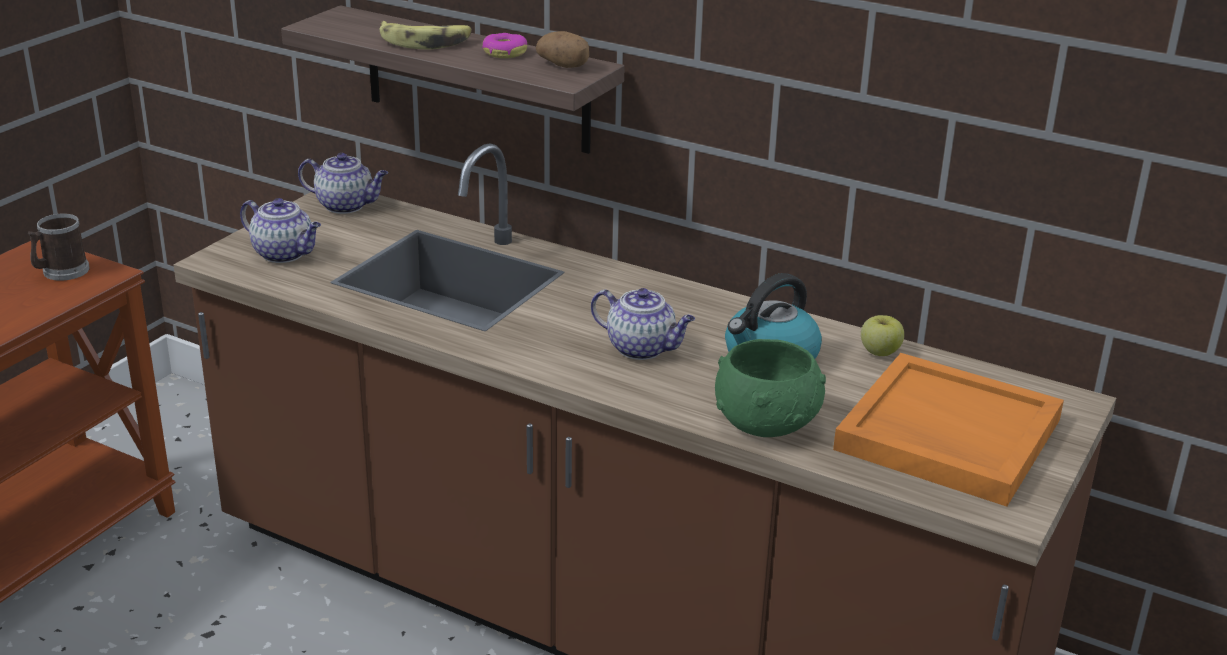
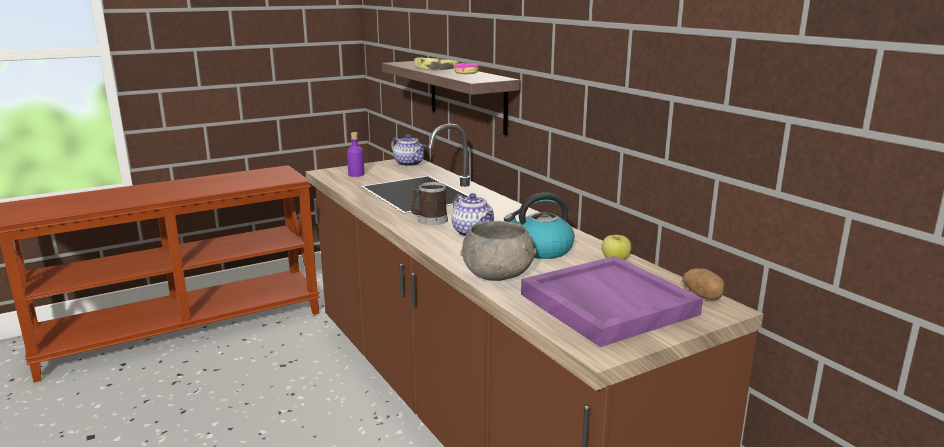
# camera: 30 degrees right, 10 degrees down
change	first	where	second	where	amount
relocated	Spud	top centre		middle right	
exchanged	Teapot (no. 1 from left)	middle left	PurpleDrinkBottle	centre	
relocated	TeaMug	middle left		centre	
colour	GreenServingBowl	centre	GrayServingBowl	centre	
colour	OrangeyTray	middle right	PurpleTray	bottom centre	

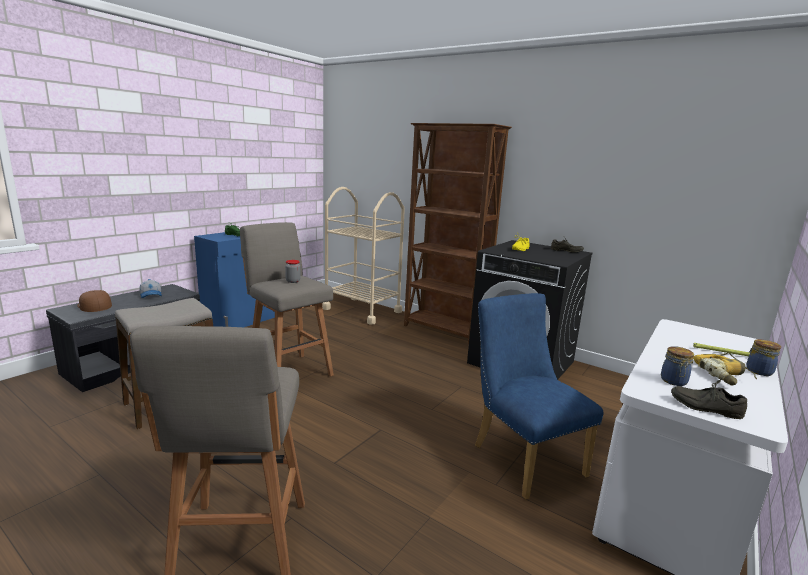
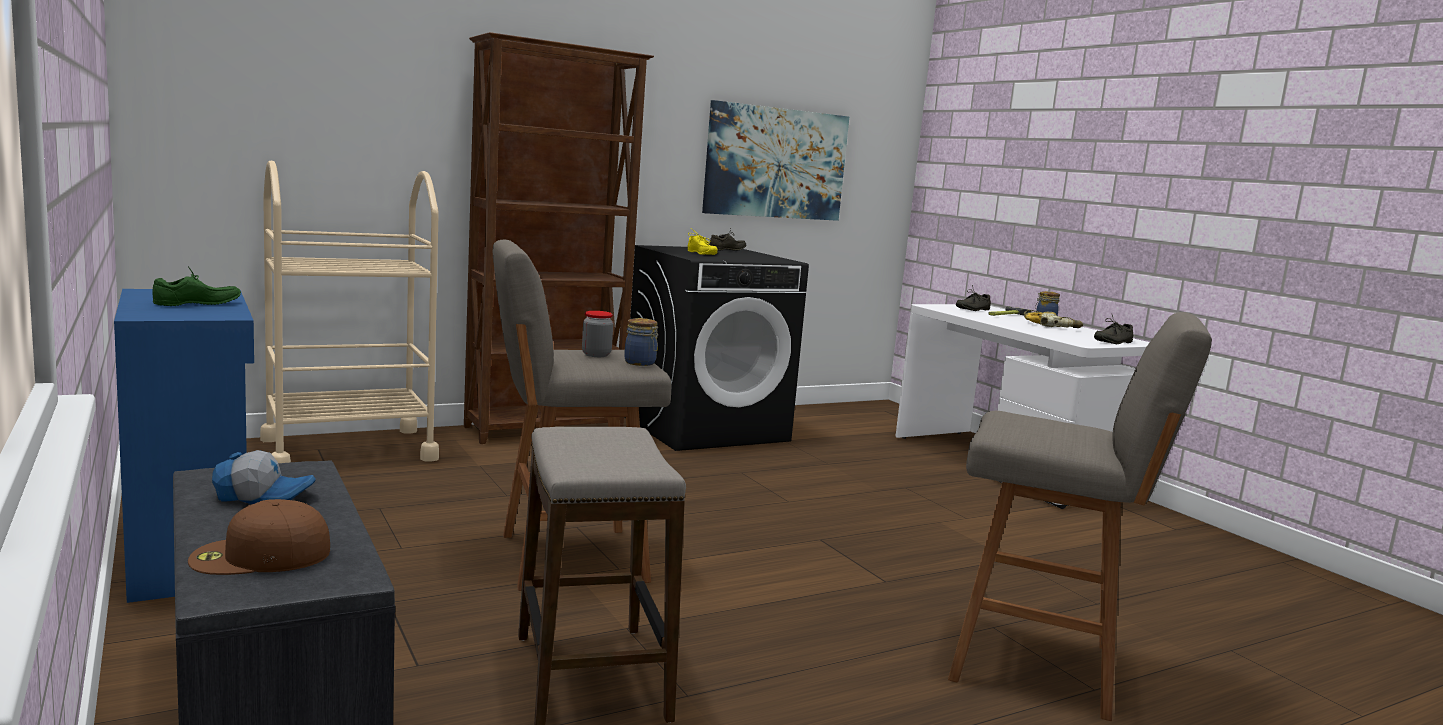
# camera: 65 degrees left, 5 degrees down
change	first	where	second	where	amount
missing	BluishChair	bottom right			
relocated	StorageJar (no. 2 from left)	middle right		centre	
appeared			Picture	top centre	
appeared			GrayLowShoe (no. 2 from left)	middle right	

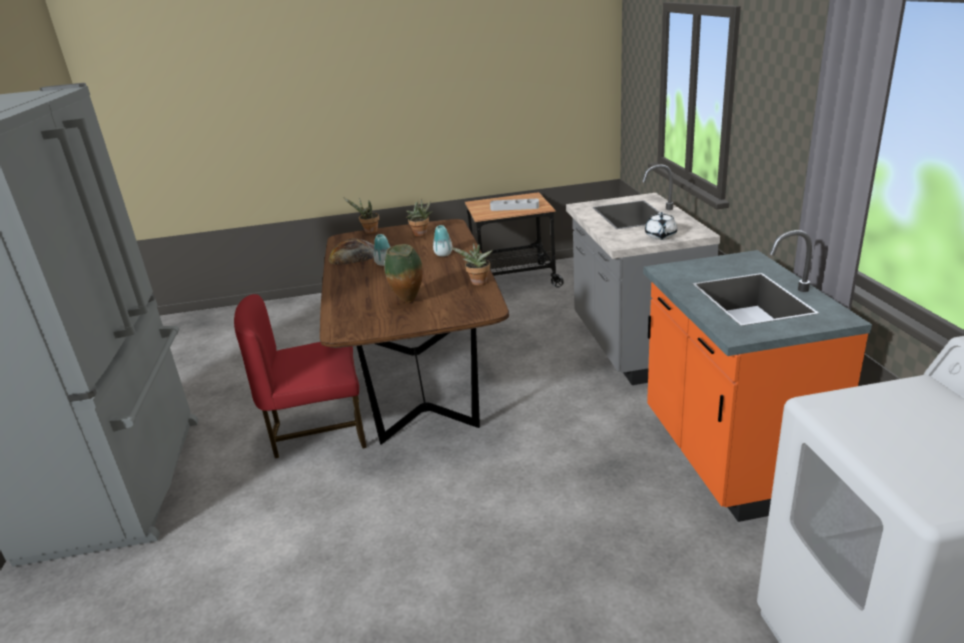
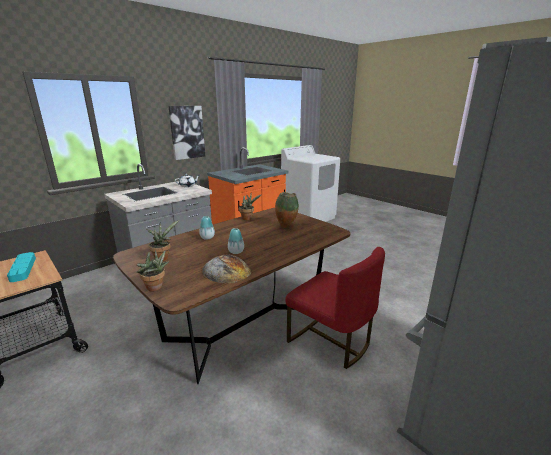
# camera: 125 degrees left, 5 degrees down
change	first	where	second	where	amount
colour	GrayTray	top centre	TurquoiseTray	middle left	
appeared			Picture	top centre	

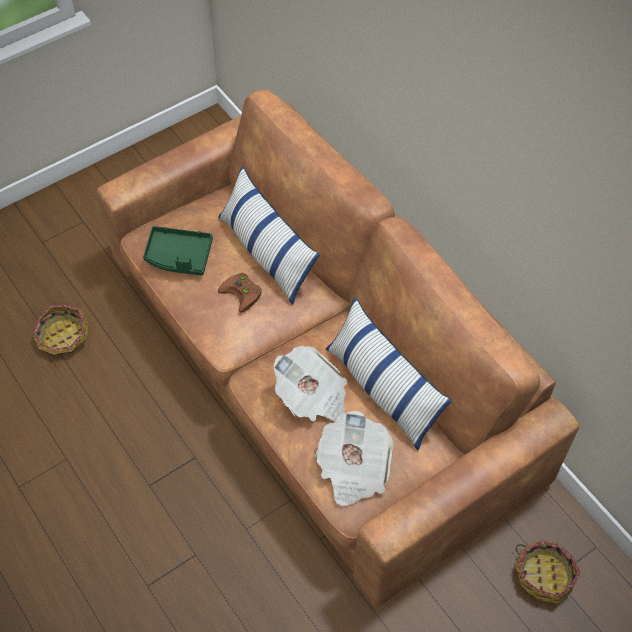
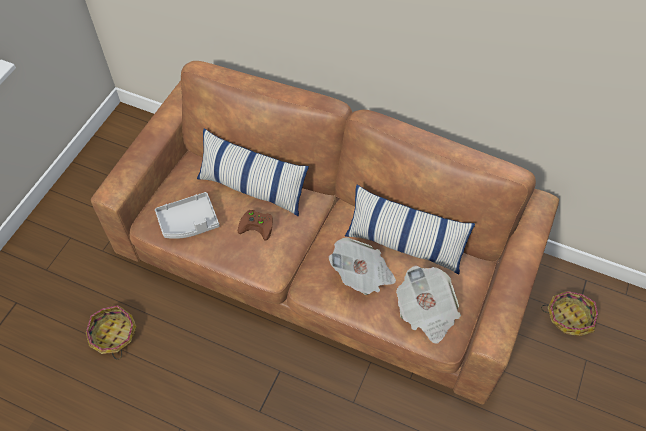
# camera: 30 degrees left, 0 degrees up
change	first	where	second	where	amount
colour	GreenTray	middle left	GrayTray	middle left	

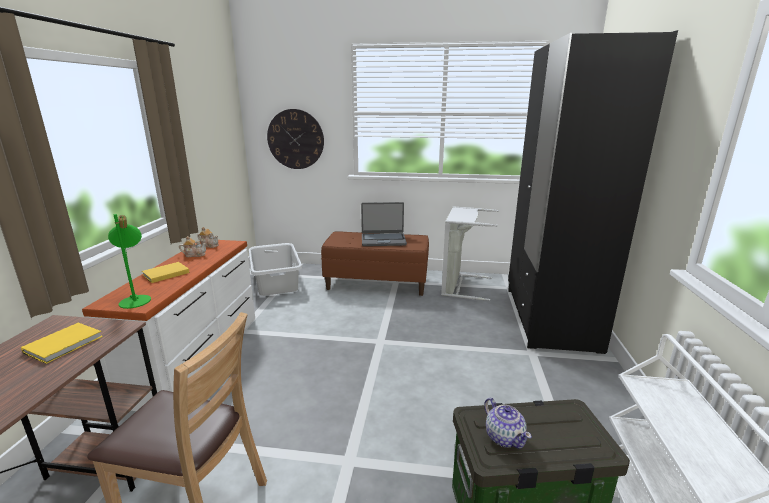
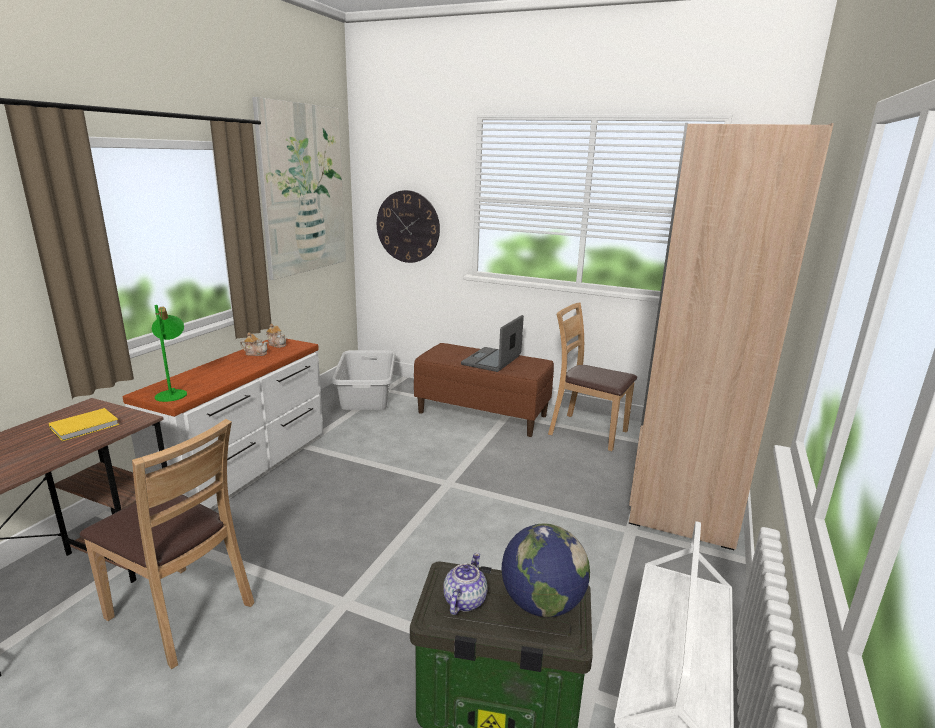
# camera: 15 degrees right, 0 degrees up
change	first	where	second	where	amount
colour	BlackColouredWardrobe	middle right	BeigeWardrobe	middle right	
spun	PortableComputer	centre		centre	105 degrees clockwise
exchanged	GrayWashingBasket (no. 2 from left)	centre	BrownColouredChair (no. 2 from left)	centre	
missing	YellowishBoundBook (no. 2 from left)	middle left			
spun	Teapot (no. 3 from left)	bottom centre		bottom centre	150 degrees counterclockwise
appeared			Picture	top left	
appeared			DeskGlobe	bottom centre	

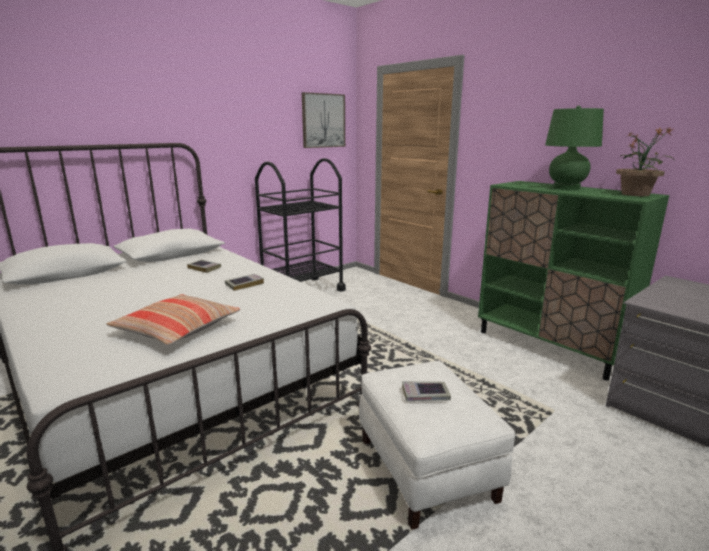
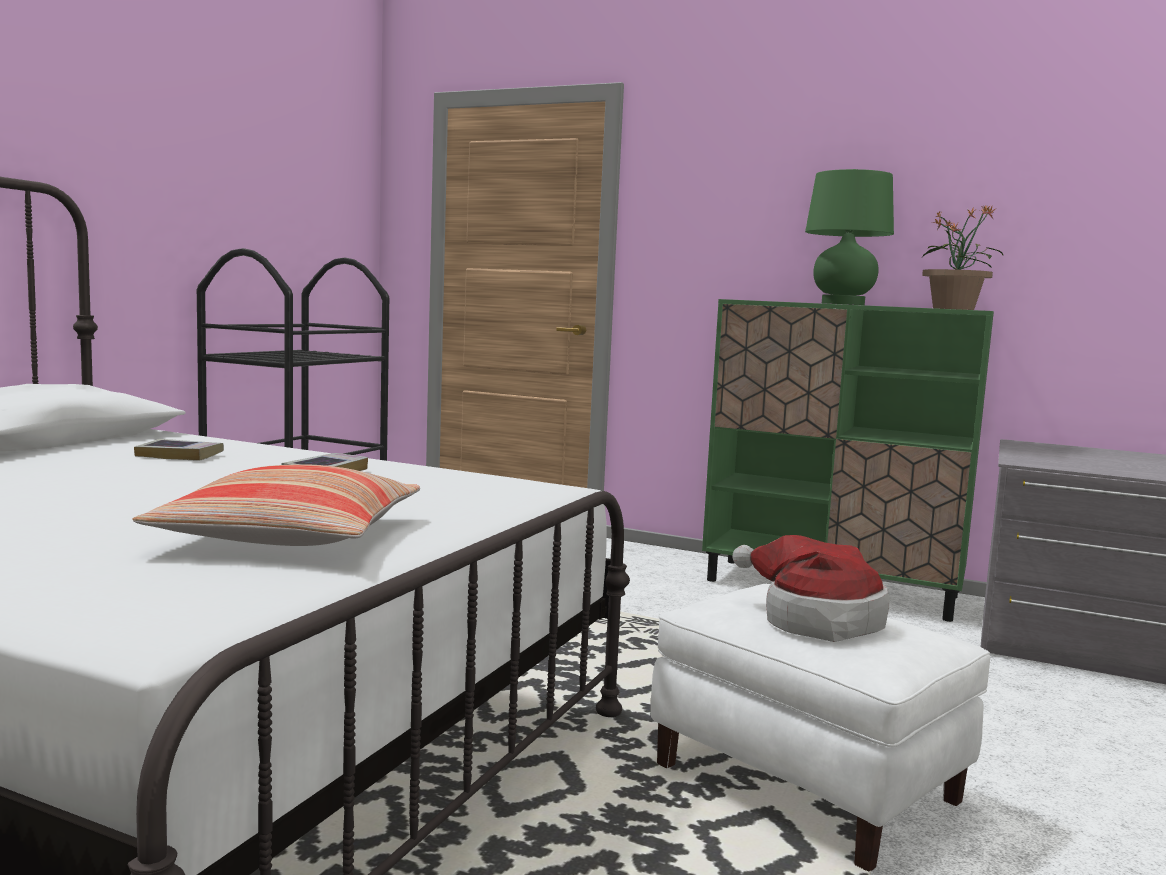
# camera: 25 degrees left, 10 degrees down
change	first	where	second	where	amount
missing	Picture	top centre			
exchanged	BoundBook (no. 3 from left)	bottom centre	Hat	bottom right	

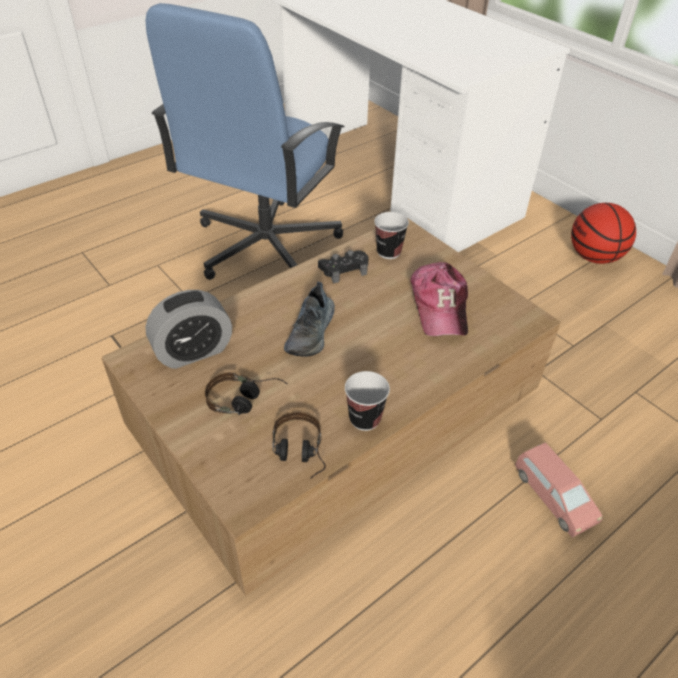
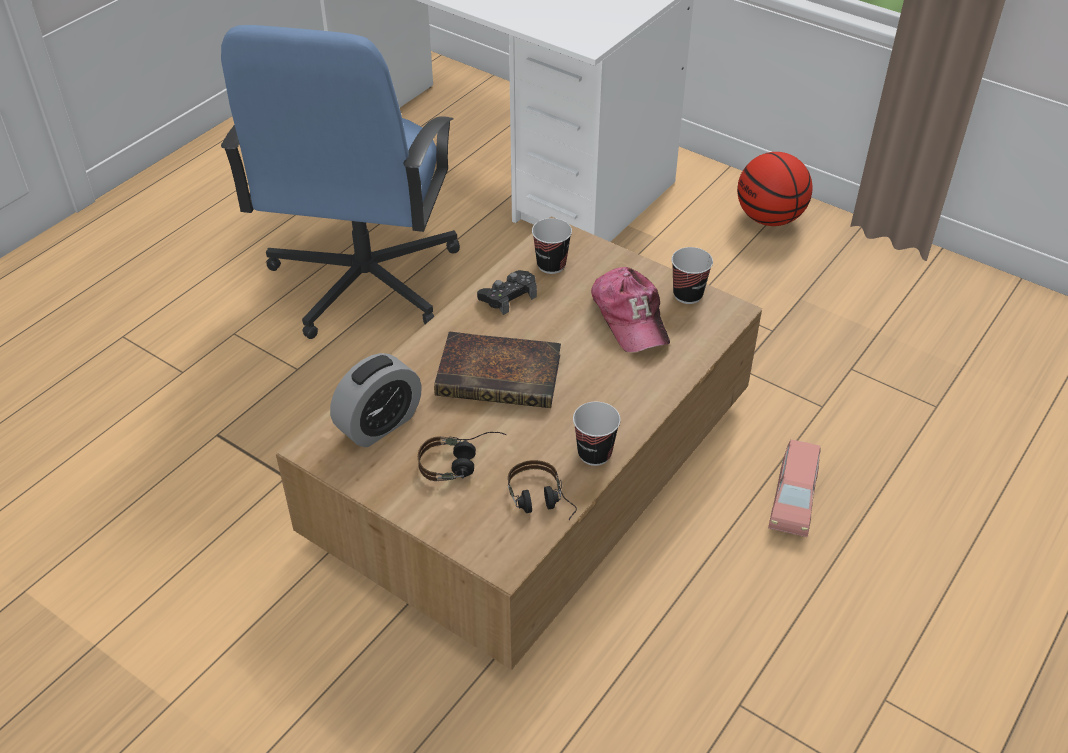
# camera: 15 degrees left, 0 degrees up
change	first	where	second	where	amount
exchanged	LowShoe	centre	BoundBook	centre	
spun	PinkishMiniatureCar	bottom right		middle right	60 degrees clockwise
appeared			SmallCup (no. 3 from left)	centre	

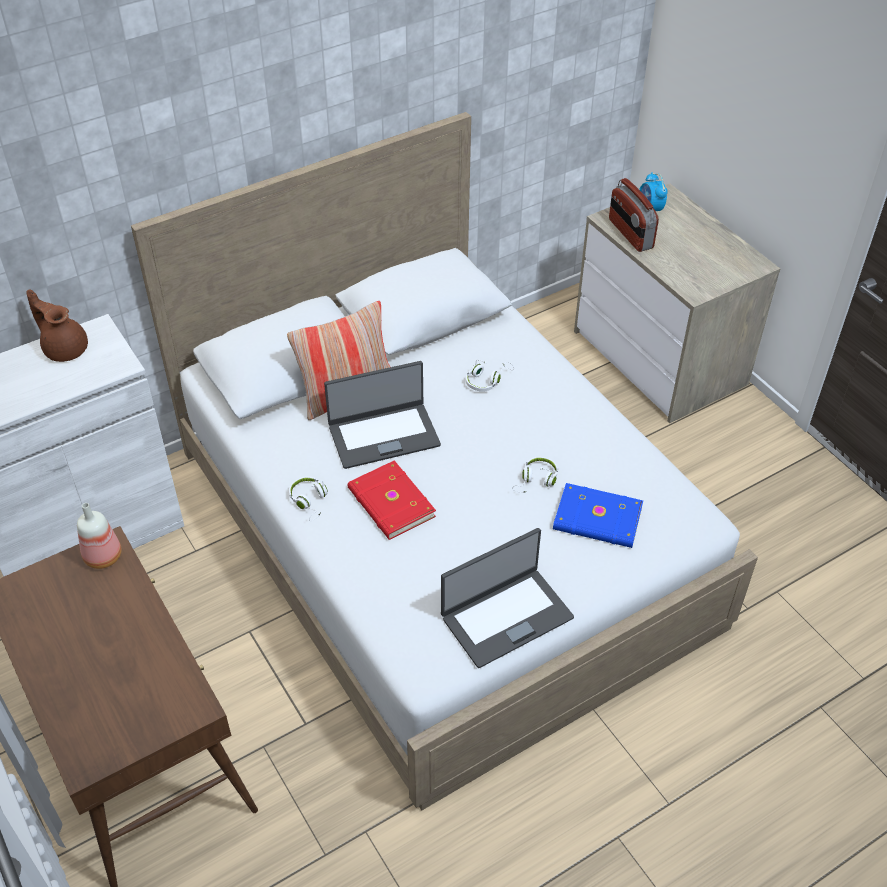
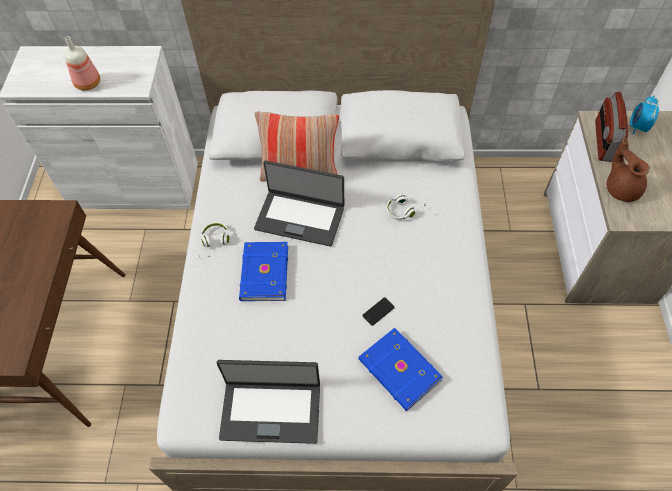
# camera: 35 degrees right, 10 degrees up
change	first	where	second	where	amount
relocated	BrownColouredTeapot	middle left		middle right	
exchanged	WhitePairOfHeadphones (no. 3 from left)	centre	Telephone	centre	
colour	RedBoundBook	centre	BluishBoundBook (no. 1 from left)	centre	
relocated	DrinkBottle	middle left		top left	

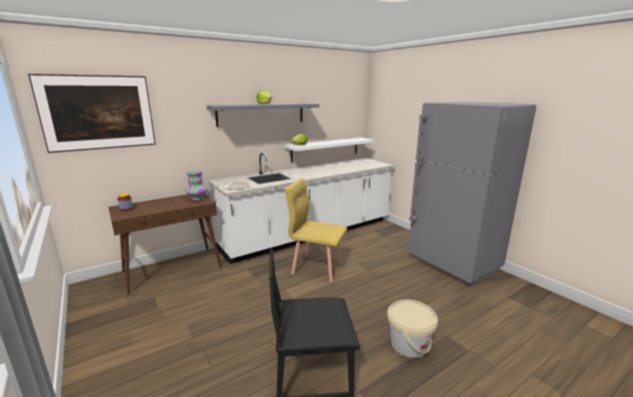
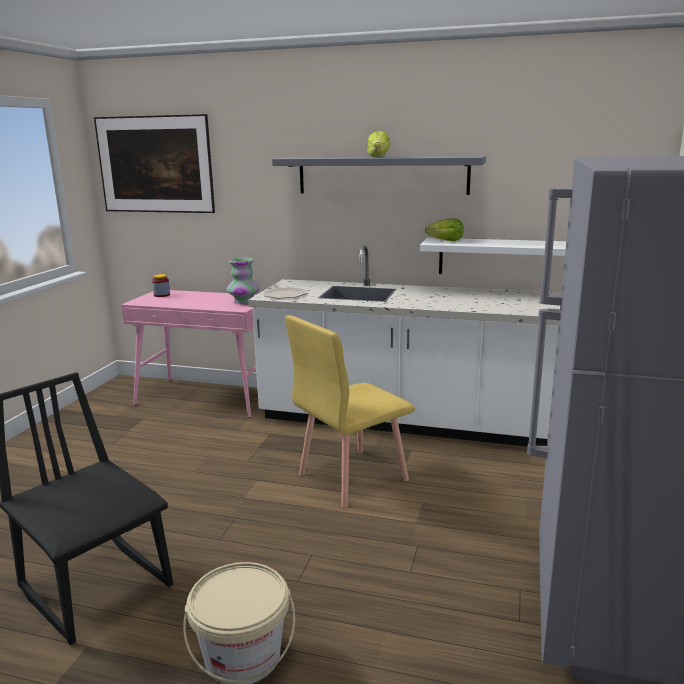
# camera: 50 degrees right, 0 degrees up
change	first	where	second	where	amount
spun	YellowishChair	centre		centre	105 degrees counterclockwise
colour	BrownColouredNarrowTable	middle left	PinkishNarrowTable	middle left	

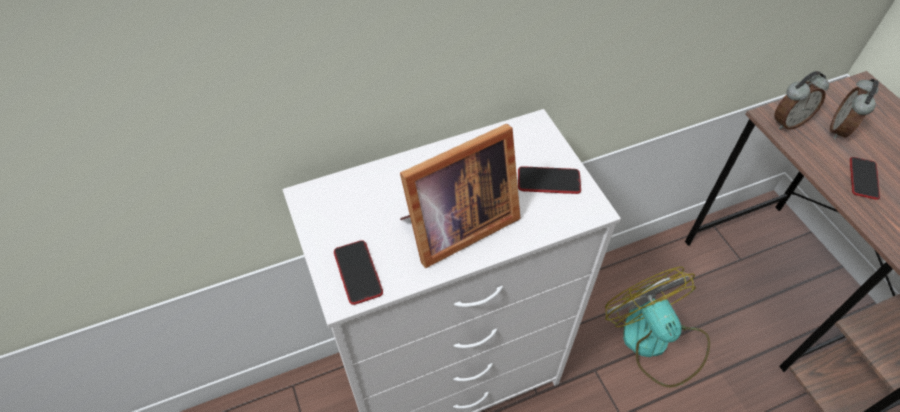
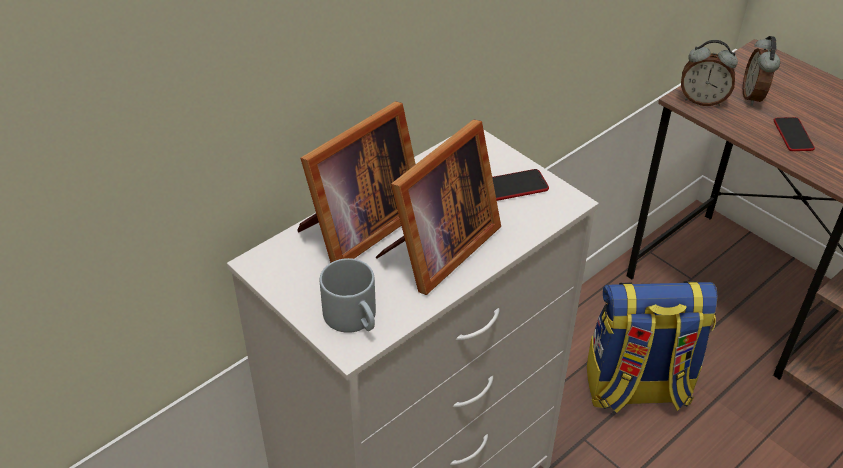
# camera: 20 degrees left, 10 degrees down
change	first	where	second	where	amount
spun	AlarmClock (no. 1 from left)	top right		top right	60 degrees clockwise
exchanged	Telephone (no. 1 from left)	centre	GrayTeaMug	centre	
exchanged	CoolingFan	bottom right	Rucksack	bottom right	
appeared			PhotoFrame (no. 1 from left)	centre	

